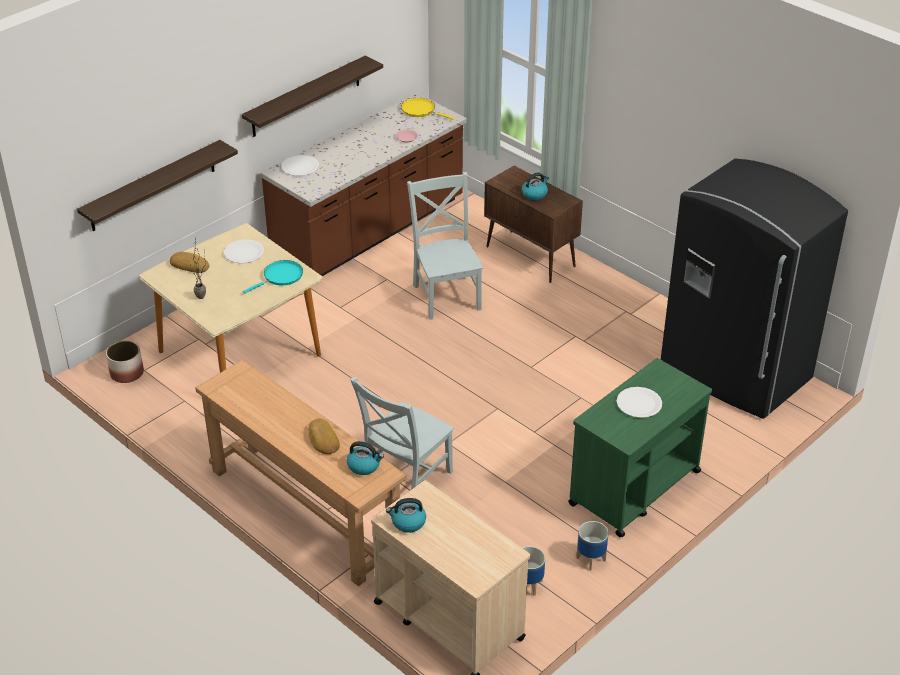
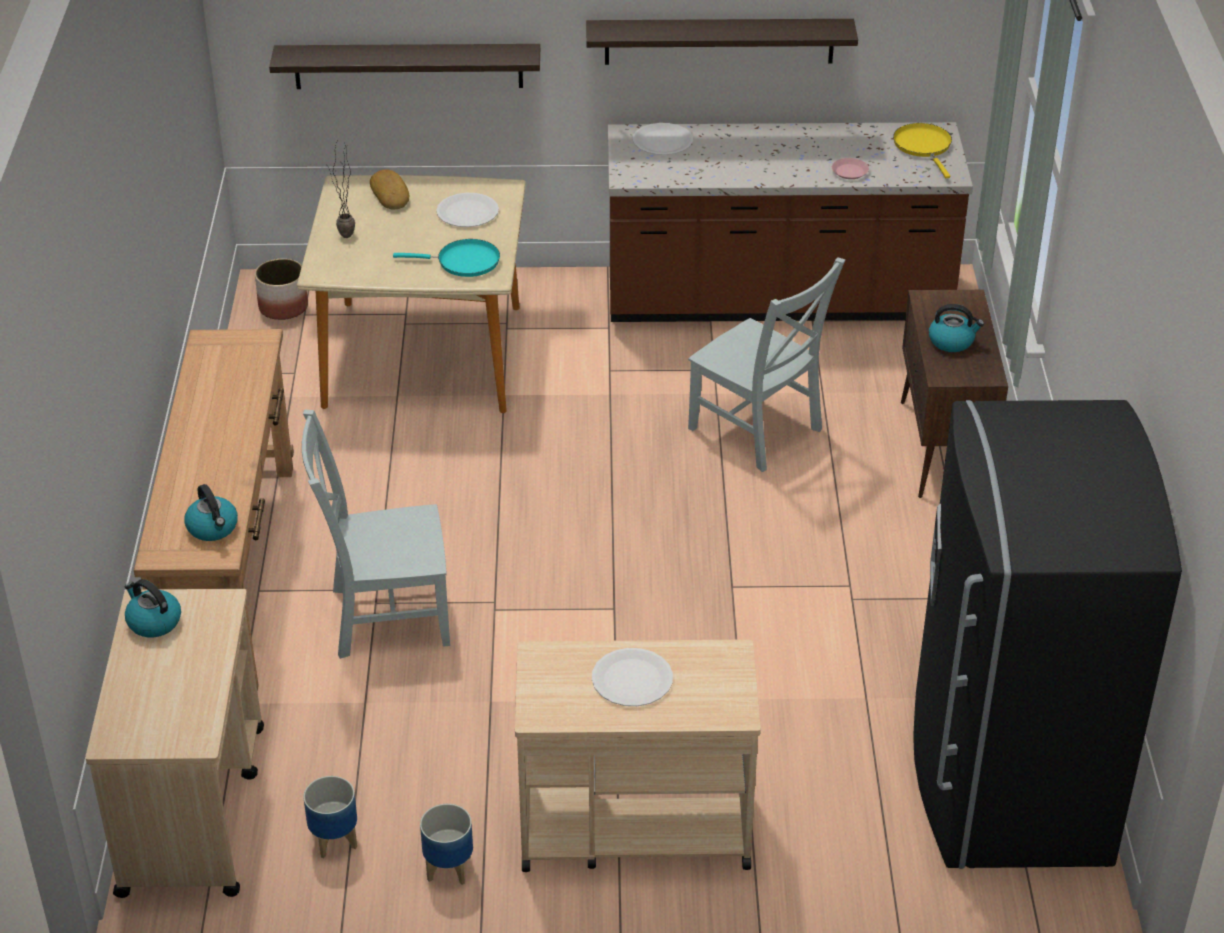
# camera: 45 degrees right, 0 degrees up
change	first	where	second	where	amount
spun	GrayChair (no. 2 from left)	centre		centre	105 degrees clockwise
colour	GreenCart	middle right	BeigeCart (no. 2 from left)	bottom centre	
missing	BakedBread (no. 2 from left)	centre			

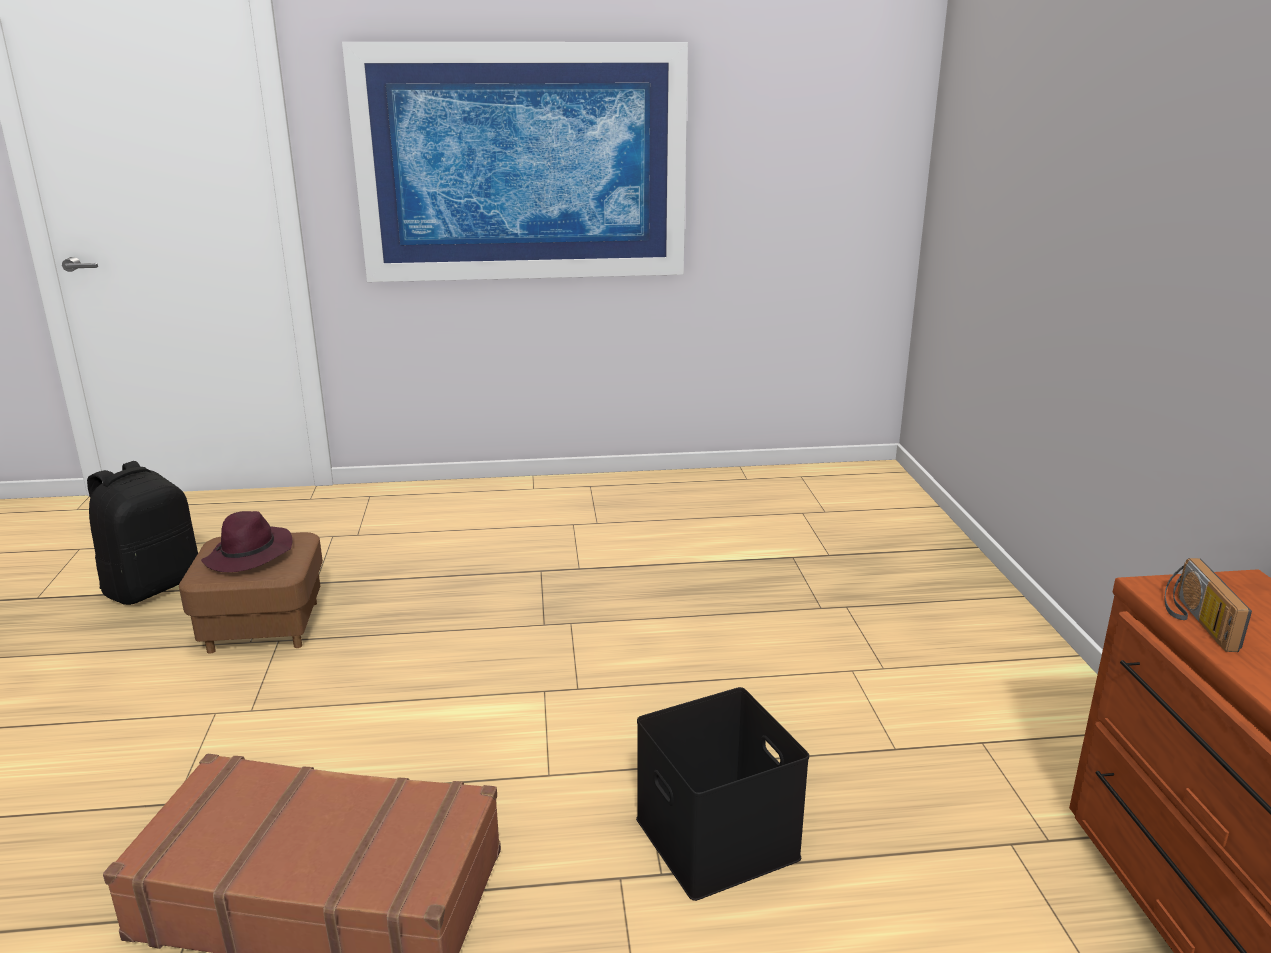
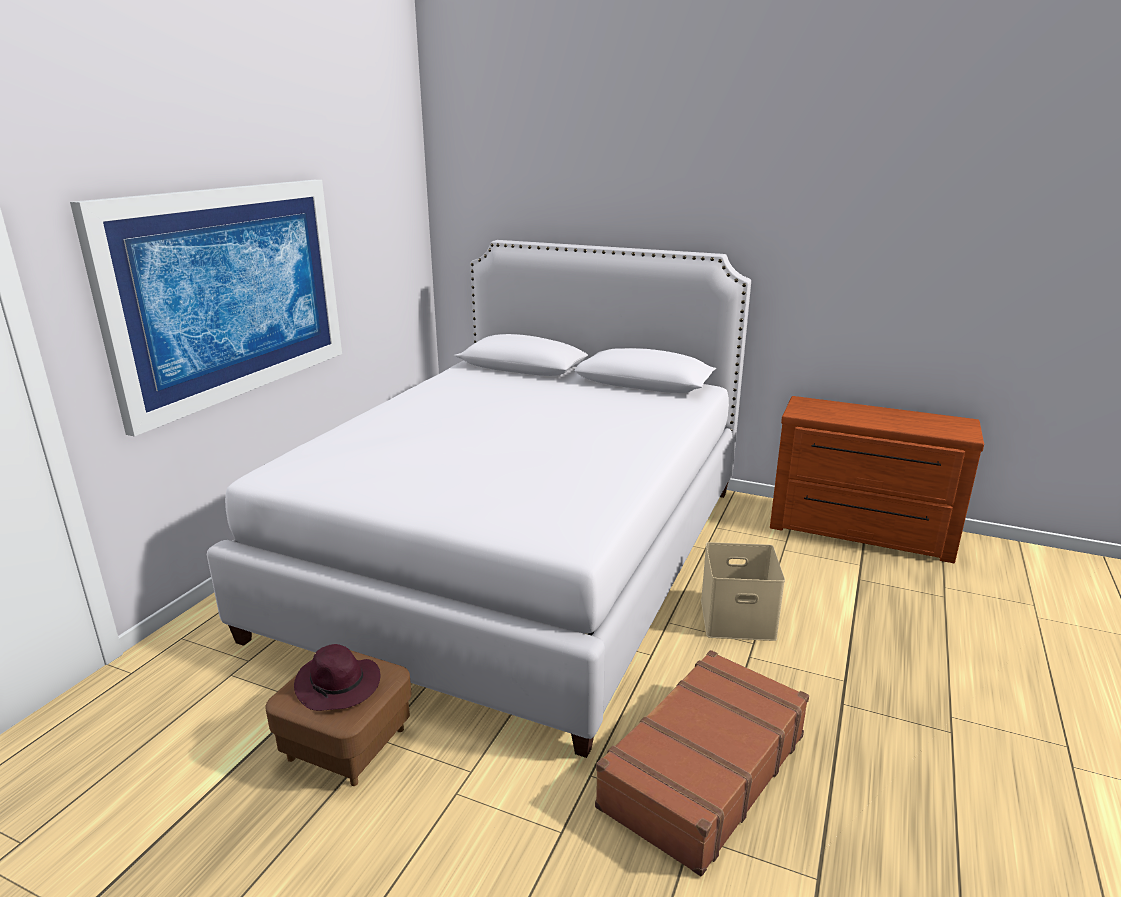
# camera: 60 degrees left, 0 degrees up
change	first	where	second	where	amount
missing	BlackColouredRucksack	middle left			
missing	Radio	middle right			
colour	BlackColouredStorageBox	bottom centre	BeigeStorageBox	centre	
appeared			WhiteSleepingBed	centre	

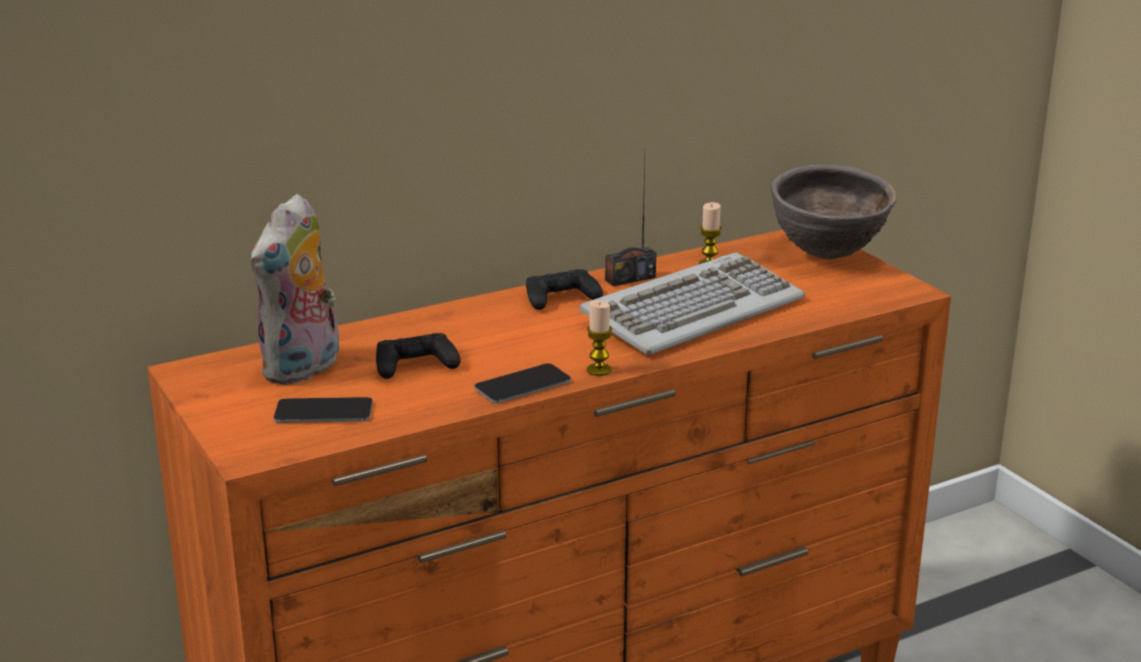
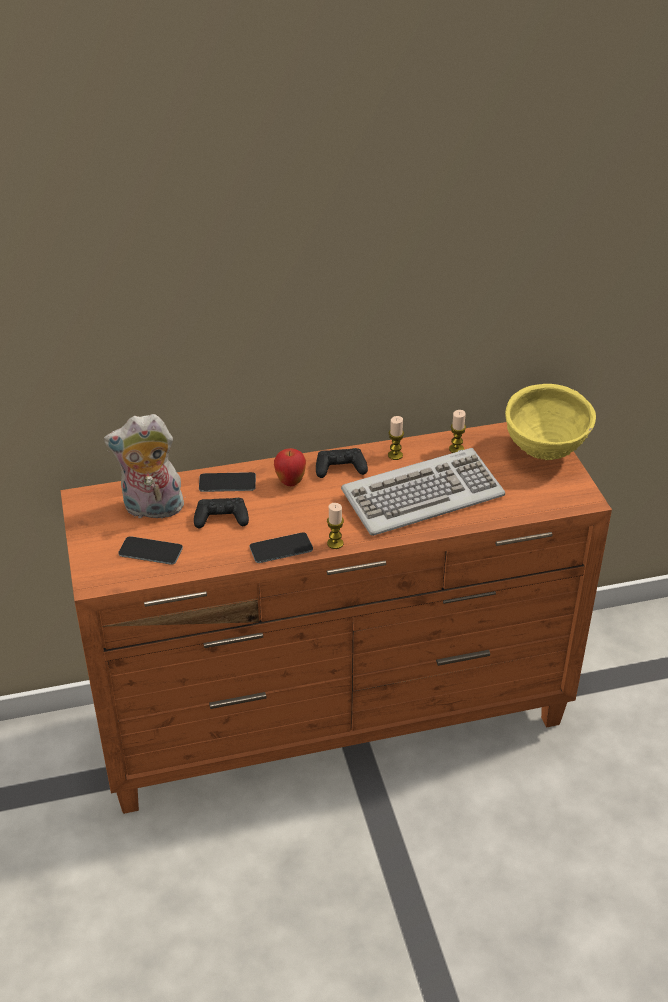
# camera: 15 degrees right, 15 degrees up
change	first	where	second	where	amount
exchanged	Radio	centre	WaxLight (no. 2 from left)	centre	
colour	BrownColouredServingBowl	top right	YellowishServingBowl	middle right	
spun	SoftToy	middle left		middle left	45 degrees clockwise
appeared			WholeApple	centre	
appeared			Telephone (no. 2 from left)	centre	

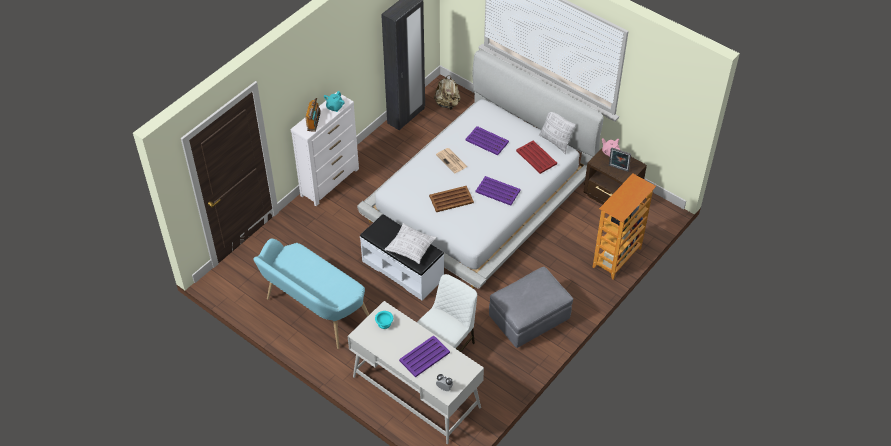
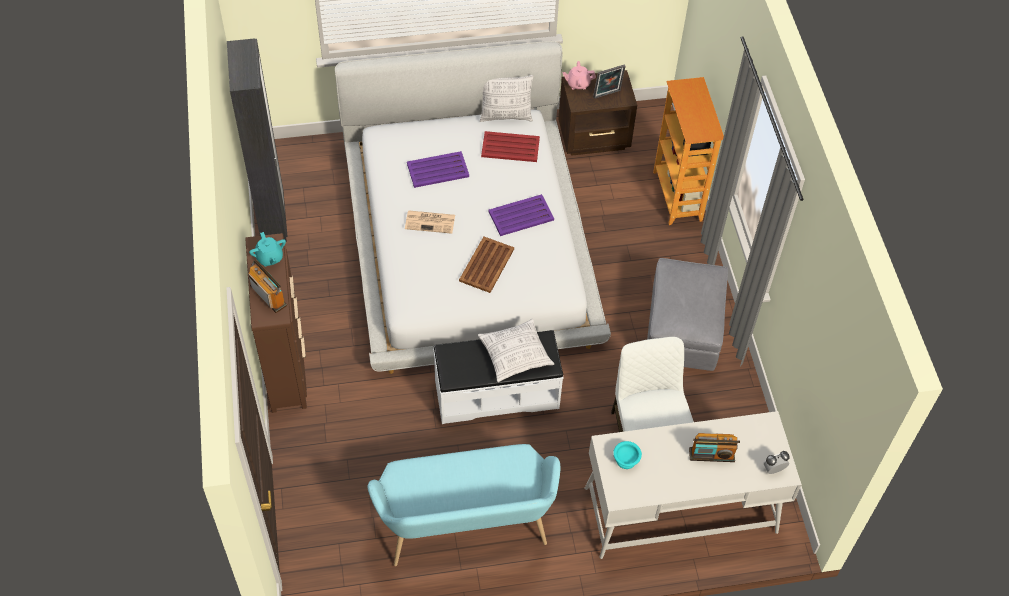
# camera: 50 degrees left, 5 degrees up
change	first	where	second	where	amount
missing	BeigeRucksack	top centre			
colour	WhiteDrawerChest	centre	BrownColouredDrawerChest	middle left	
exchanged	PurpleTray (no. 1 from left)	bottom centre	Radio (no. 2 from left)	bottom right	

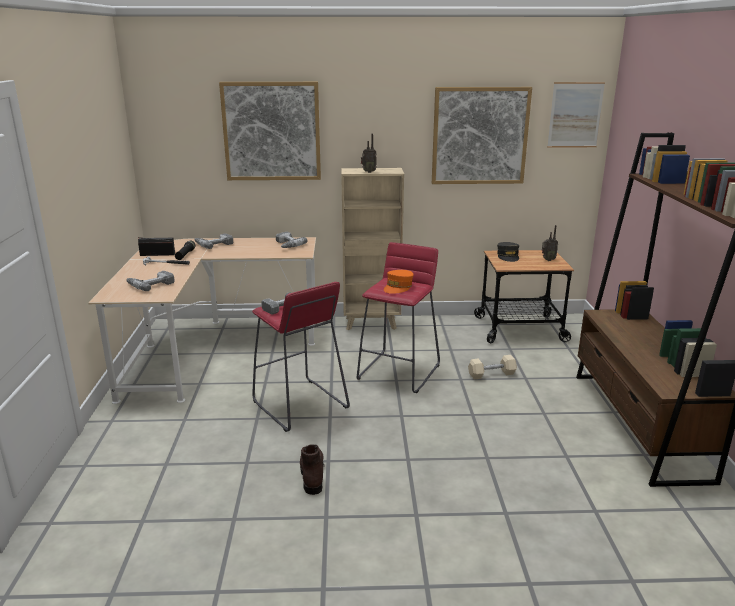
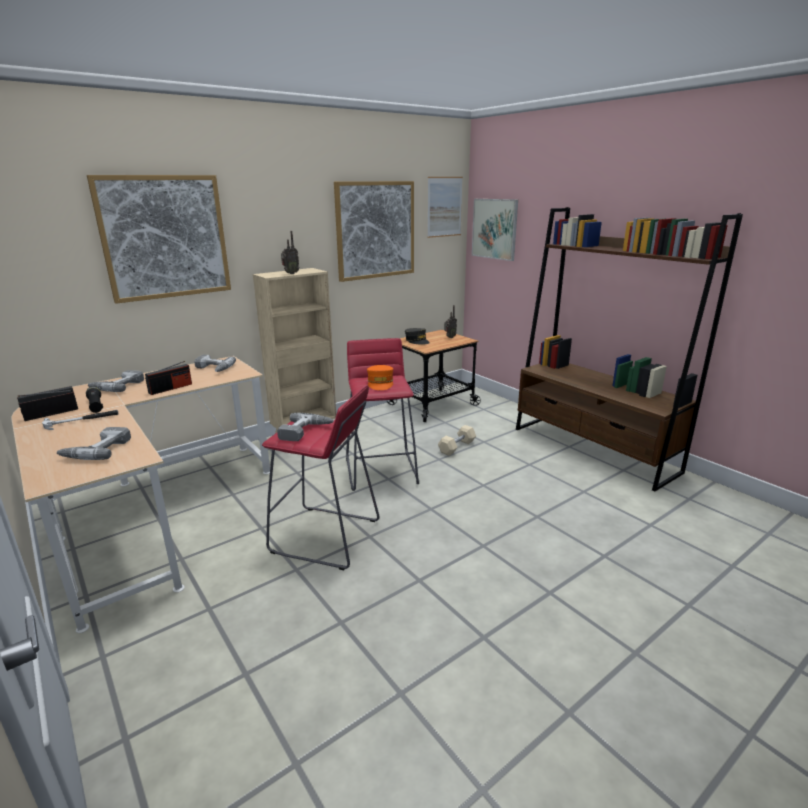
# camera: 35 degrees left, 0 degrees up
change	first	where	second	where	amount
missing	BrownColouredBoot	bottom centre			
appeared			Picture (no. 4 from left)	top centre	
appeared			Radio (no. 2 from left)	middle left	

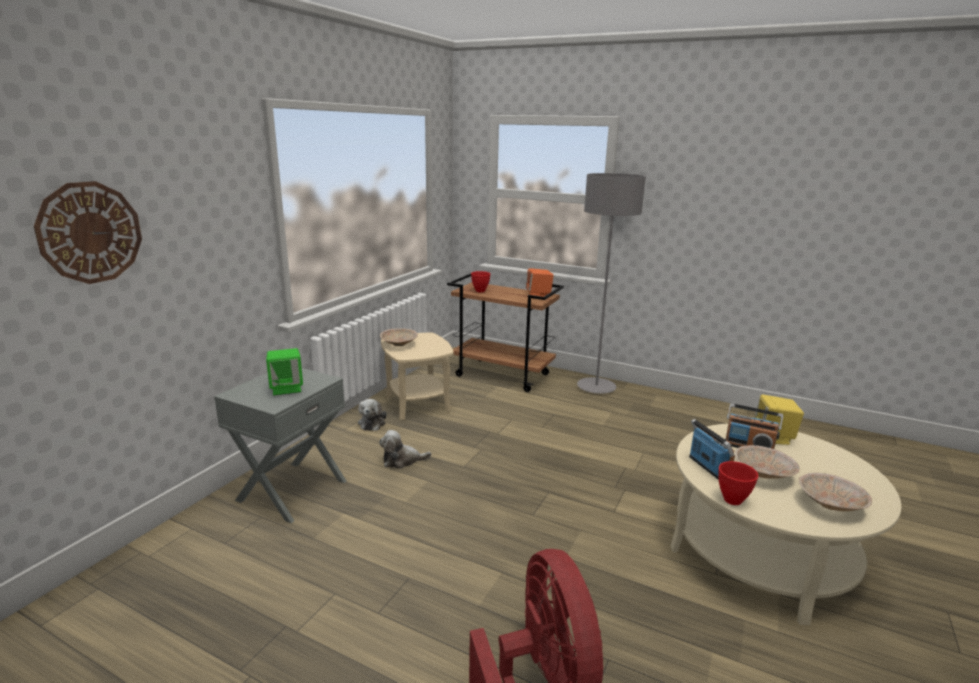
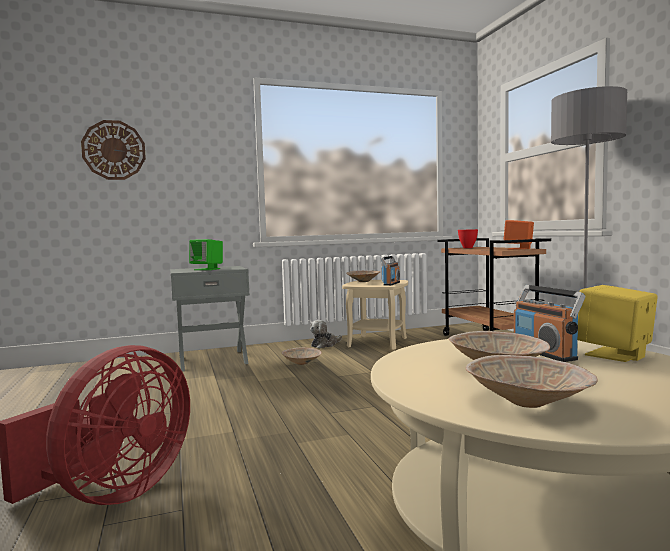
# camera: 45 degrees right, 15 degrees down
change	first	where	second	where	amount
relocated	Radio (no. 1 from left)	middle right		centre	
exchanged	SoftToy (no. 2 from left)	centre	BeigeServingBowl (no. 1 from left)	centre	
missing	RedServingBowl (no. 2 from left)	bottom right			

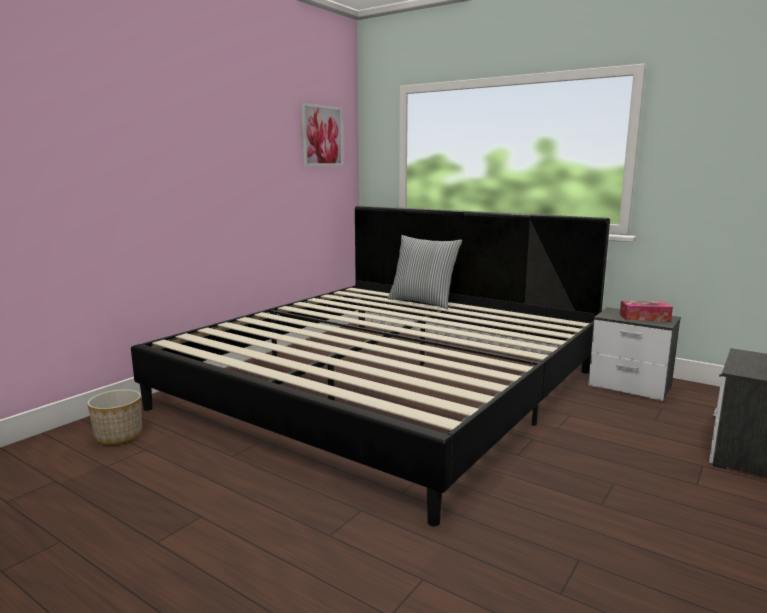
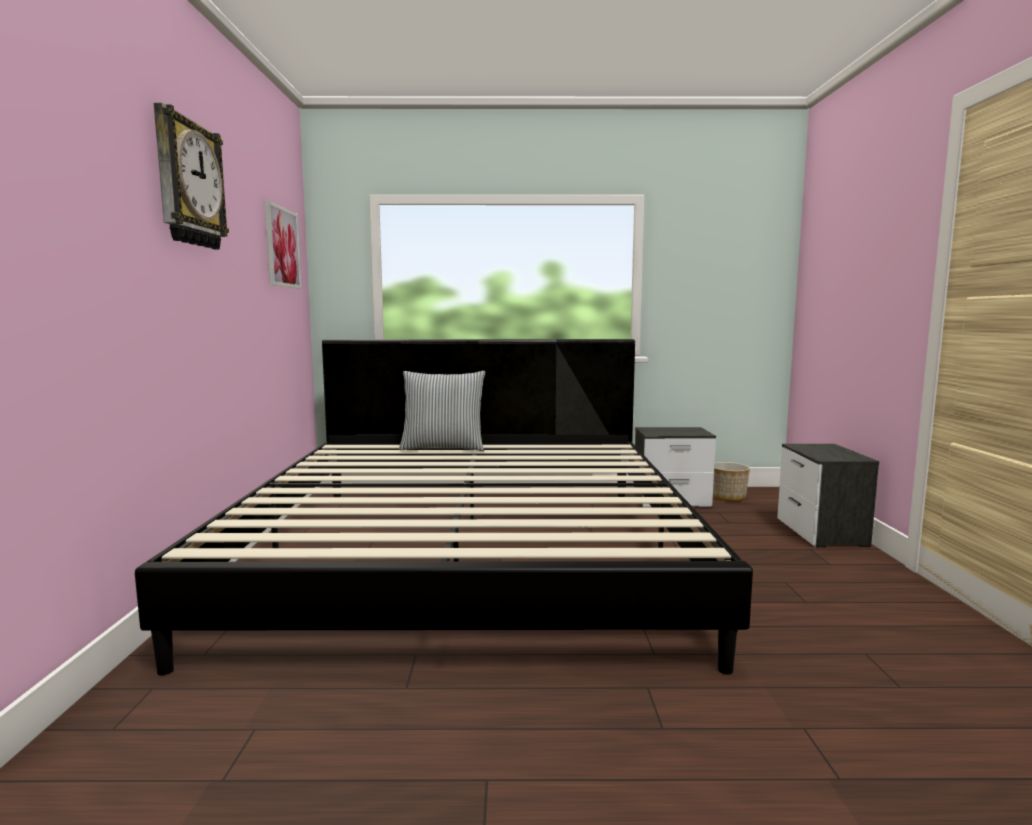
# camera: 35 degrees left, 5 degrees down
change	first	where	second	where	amount
missing	TissueBox	middle right			
relocated	FlowerPot	bottom left		middle right	
appeared			HangingClock	top left	

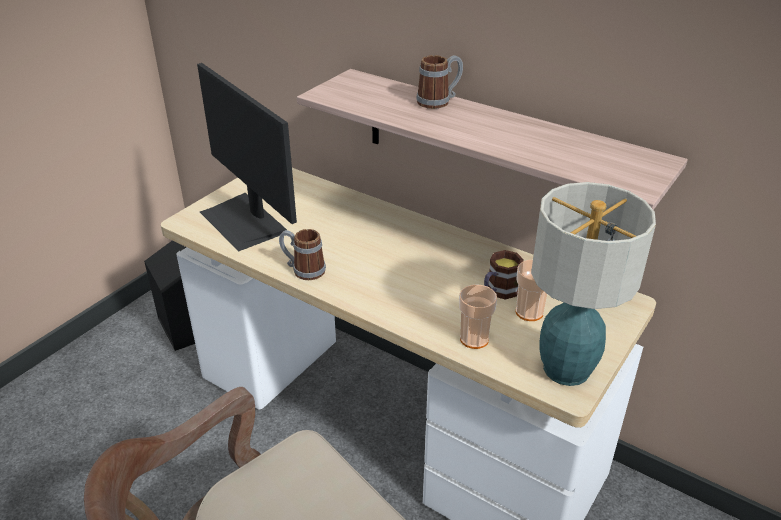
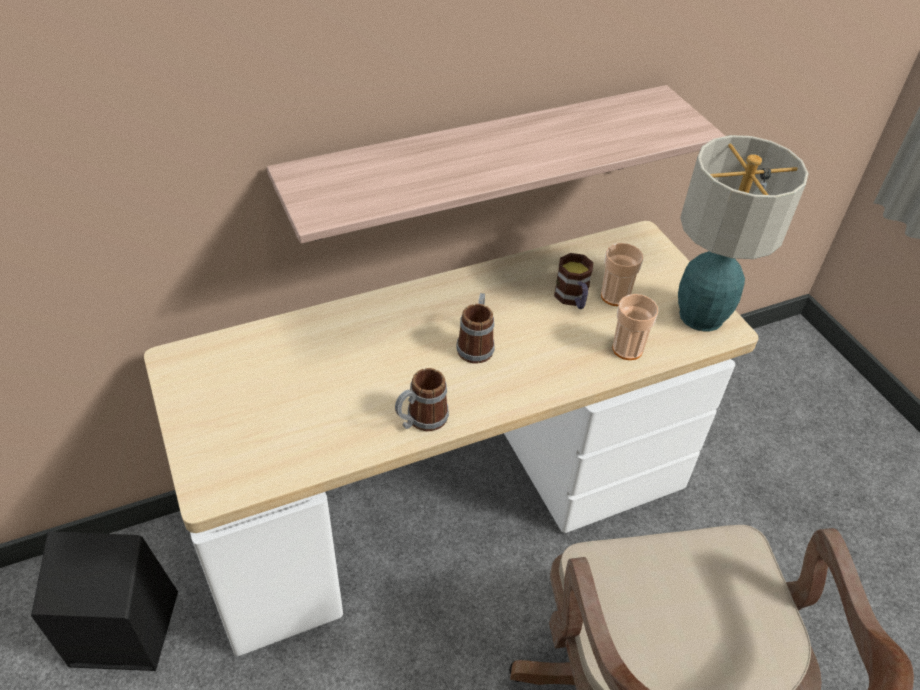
# camera: 60 degrees left, 10 degrees up
change	first	where	second	where	amount
relocated	TeaMug (no. 2 from left)	top centre		centre	
missing	Monitor	top left			

